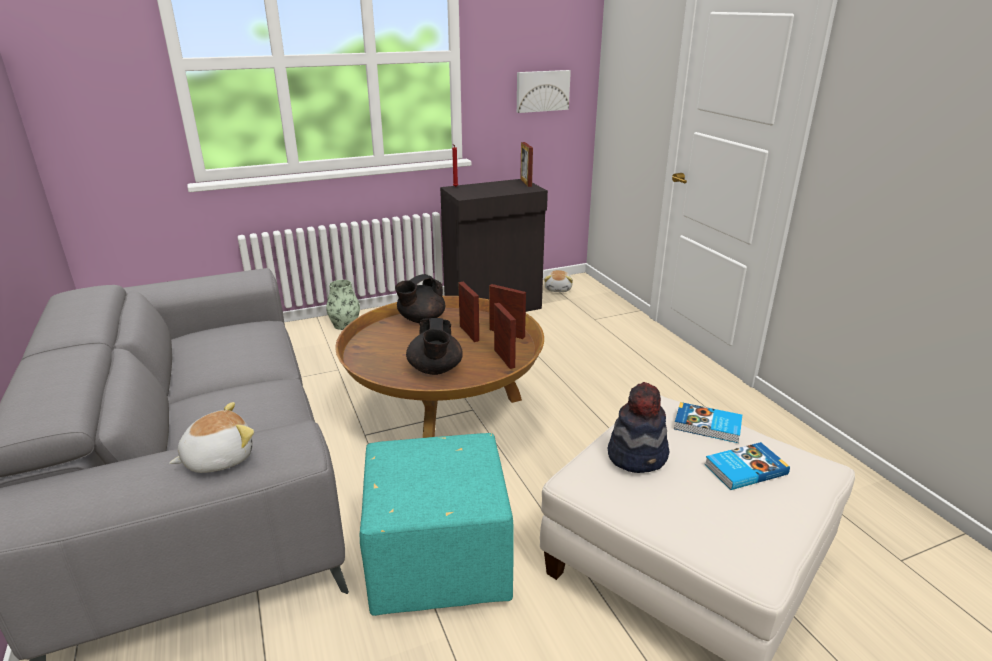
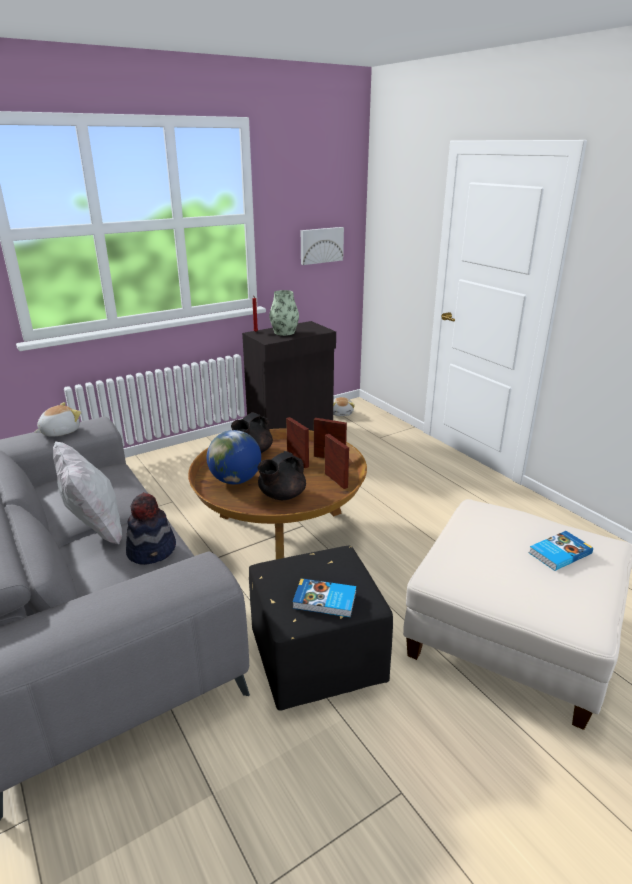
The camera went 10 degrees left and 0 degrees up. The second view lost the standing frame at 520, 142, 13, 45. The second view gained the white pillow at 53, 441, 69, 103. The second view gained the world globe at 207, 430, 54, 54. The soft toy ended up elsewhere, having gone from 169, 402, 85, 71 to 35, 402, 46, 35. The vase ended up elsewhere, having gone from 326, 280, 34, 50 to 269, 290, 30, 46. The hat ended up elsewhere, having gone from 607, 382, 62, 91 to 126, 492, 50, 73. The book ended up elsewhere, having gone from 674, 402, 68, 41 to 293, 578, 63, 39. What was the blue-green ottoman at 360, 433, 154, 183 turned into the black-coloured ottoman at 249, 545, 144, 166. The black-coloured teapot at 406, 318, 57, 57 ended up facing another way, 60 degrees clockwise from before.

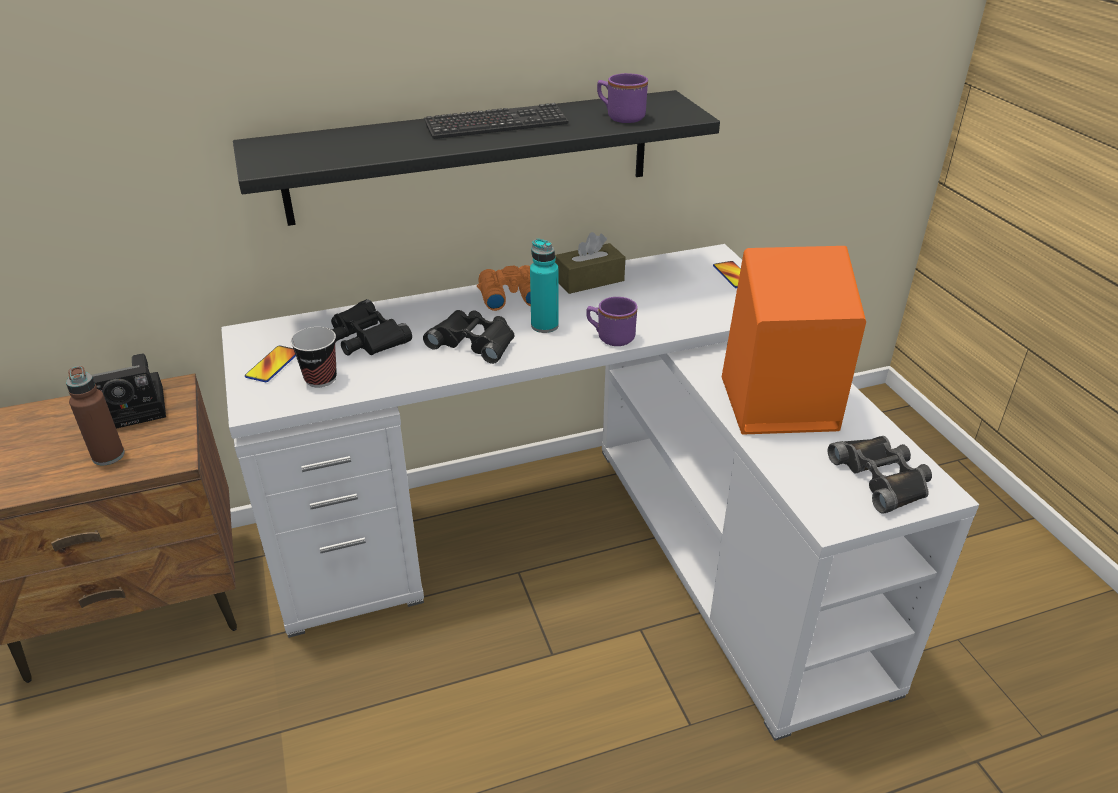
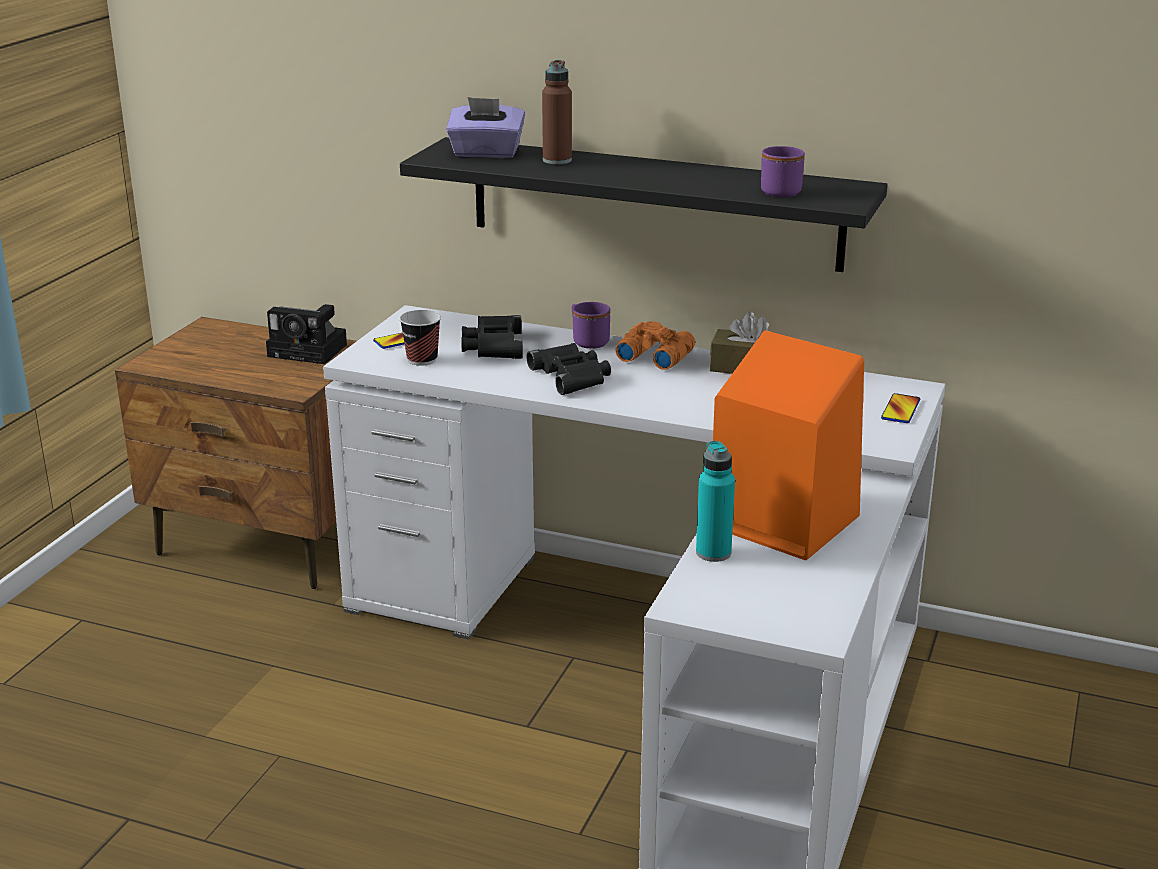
The camera went 40 degrees right and 10 degrees down. The second view lost the PC keyboard at 424, 103, 144, 36. The second view lost the black-coloured field glasses at 828, 436, 104, 78. The second view gained the purplish tissue box at 446, 97, 79, 61. The brown-coloured drink bottle ended up elsewhere, having gone from 66, 366, 59, 99 to 542, 60, 30, 104. The blue-green drink bottle ended up elsewhere, having gone from 530, 239, 28, 94 to 696, 441, 39, 121. The purplish coffee mug ended up elsewhere, having gone from 586, 297, 52, 49 to 572, 302, 38, 47.

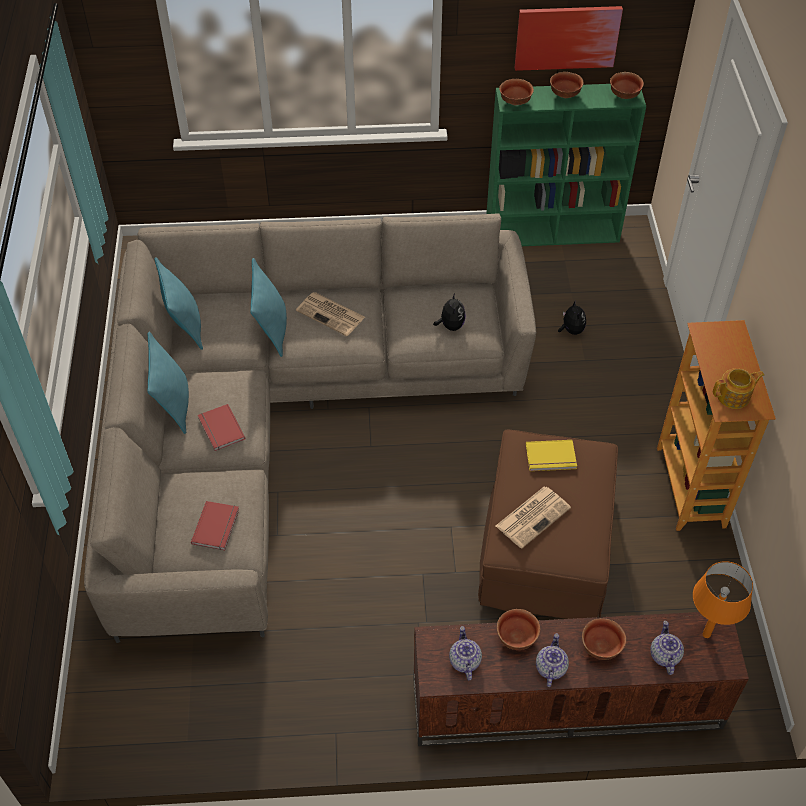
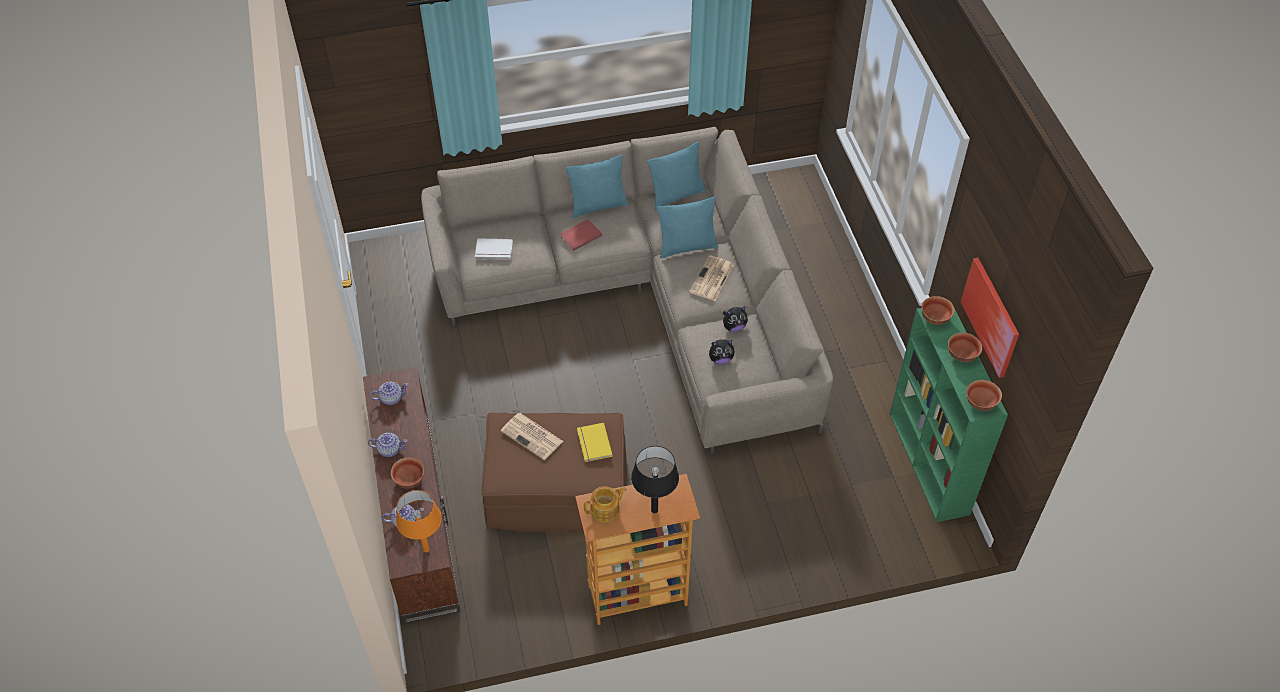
The camera went 80 degrees right and 0 degrees up. The second view lost the deep dish at 497, 609, 43, 41. The second view gained the black-coloured table lamp at 631, 446, 48, 67. The soft toy ended up elsewhere, having gone from 558, 300, 28, 35 to 723, 306, 25, 26. What was the red-coloured book at 191, 501, 48, 49 turned into the white book at 475, 238, 38, 22. The teapot at 713, 368, 51, 41 ended up facing another way, 90 degrees counterclockwise from before.

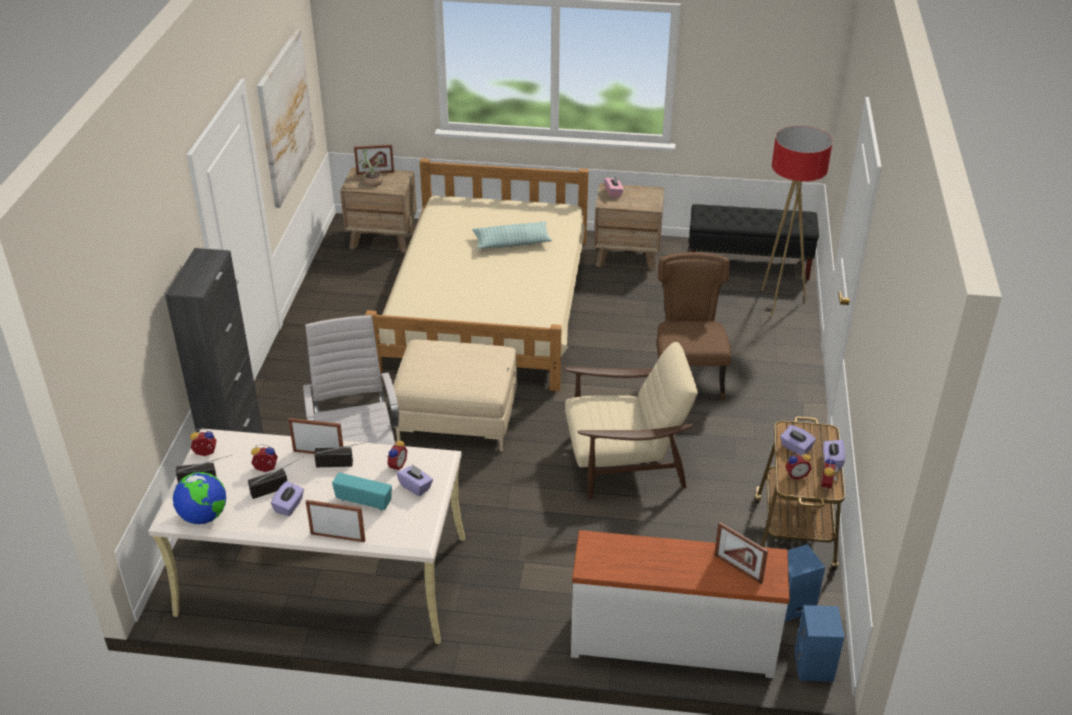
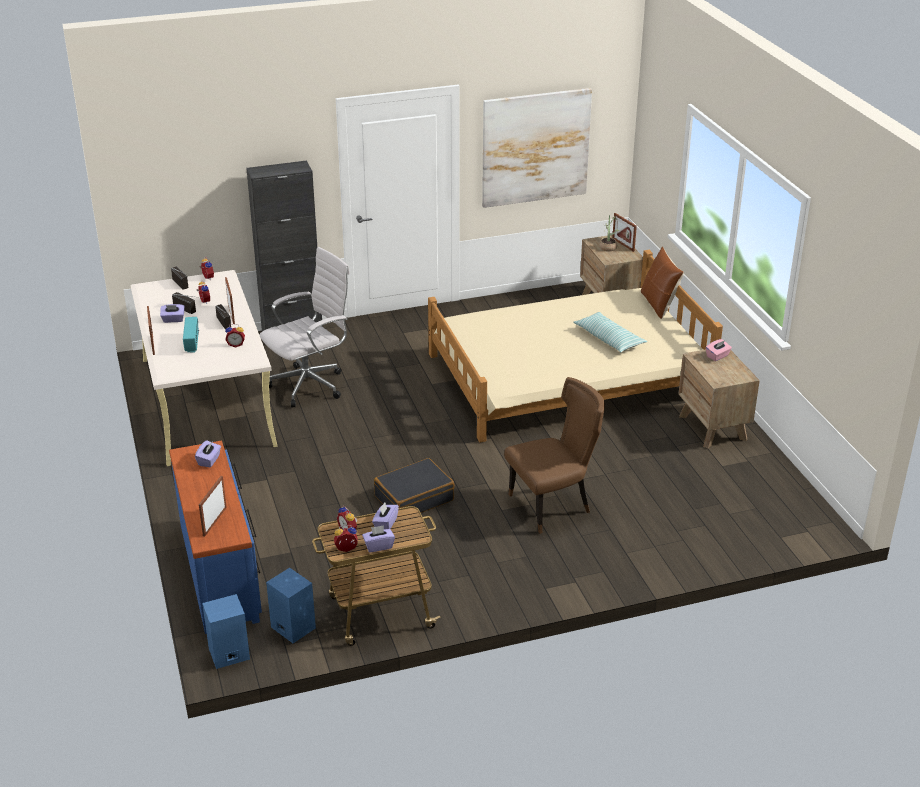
The camera went 65 degrees right and 5 degrees down. The second view lost the world globe at 173, 472, 53, 52. The second view lost the sand-coloured ottoman at 393, 340, 124, 111. The second view lost the black-coloured long seat at 688, 204, 131, 76. The second view lost the standard lamp at 762, 126, 71, 190. The second view gained the brown-coloured pillow at 641, 246, 43, 73. The purplish tissue box ended up elsewhere, having gone from 397, 464, 36, 32 to 195, 440, 26, 27. Where the sand-coloured lounge chair stood at 564, 342, 134, 157, the black-coloured suitcase came to stand at 374, 458, 81, 55. What was the white chest of drawers at 571, 530, 219, 148 turned into the bluish chest of drawers at 169, 441, 93, 193.

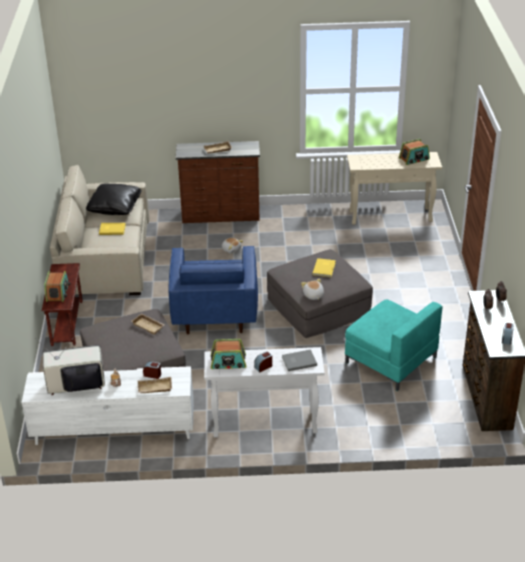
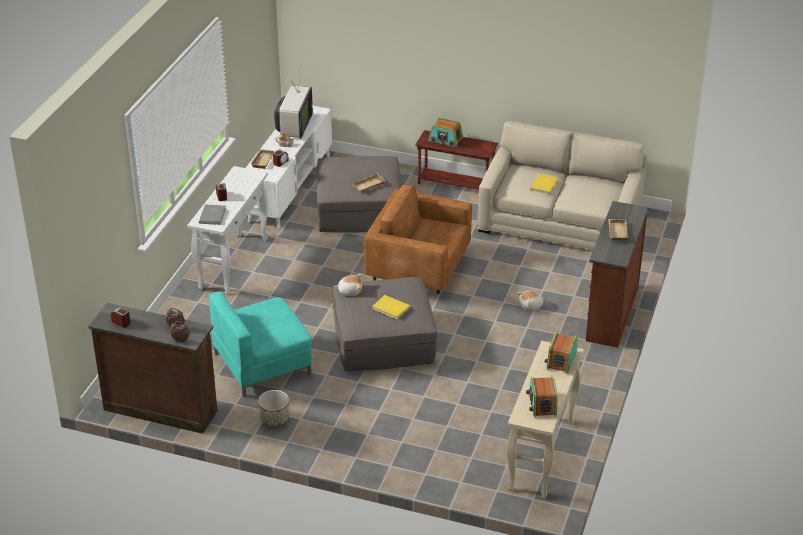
The camera went 110 degrees right and 0 degrees up. The second view lost the black-coloured pillow at 86, 183, 56, 32. The second view gained the plant pot at 258, 390, 31, 37. The radio set ended up elsewhere, having gone from 211, 339, 35, 30 to 545, 331, 32, 43. What was the bluish lounge chair at 169, 246, 89, 89 turned into the brown-coloured lounge chair at 364, 185, 108, 109.

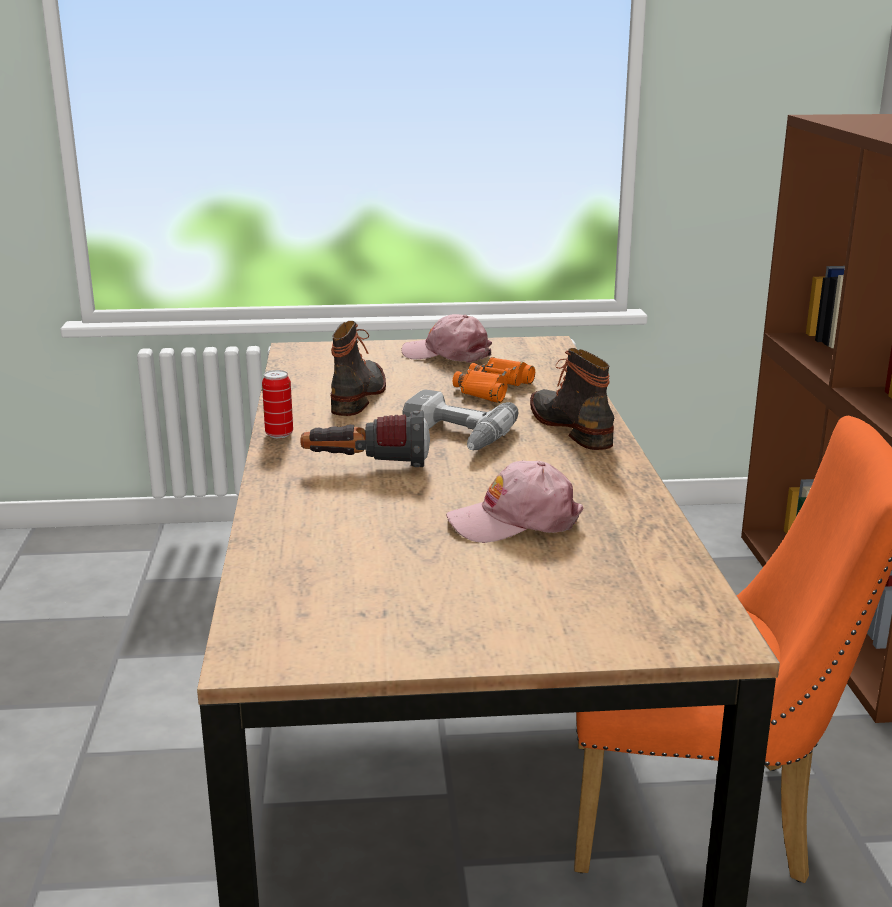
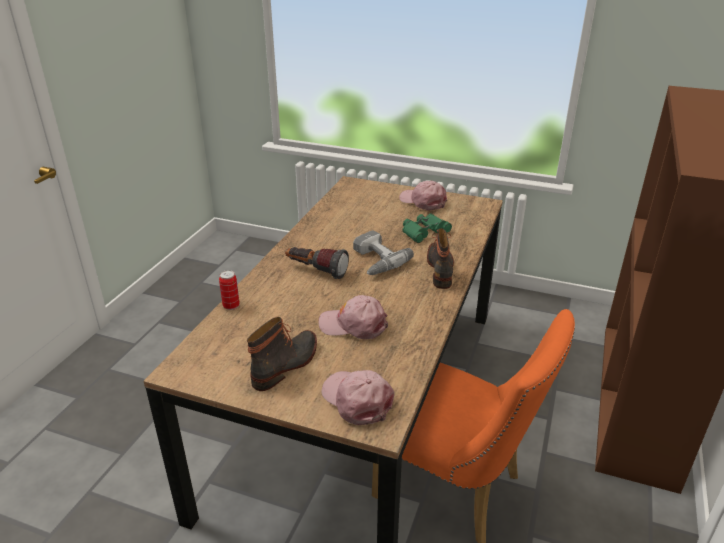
The camera went 25 degrees right and 10 degrees up. The second view gained the pink peaked cap at 322, 370, 72, 55. The metal can ended up elsewhere, having gone from 262, 370, 31, 68 to 219, 270, 21, 40. The boot ended up elsewhere, having gone from 330, 321, 56, 95 to 247, 317, 70, 74. What was the orange-coloured field glasses at 453, 357, 82, 46 turned into the greenish field glasses at 402, 213, 50, 30.

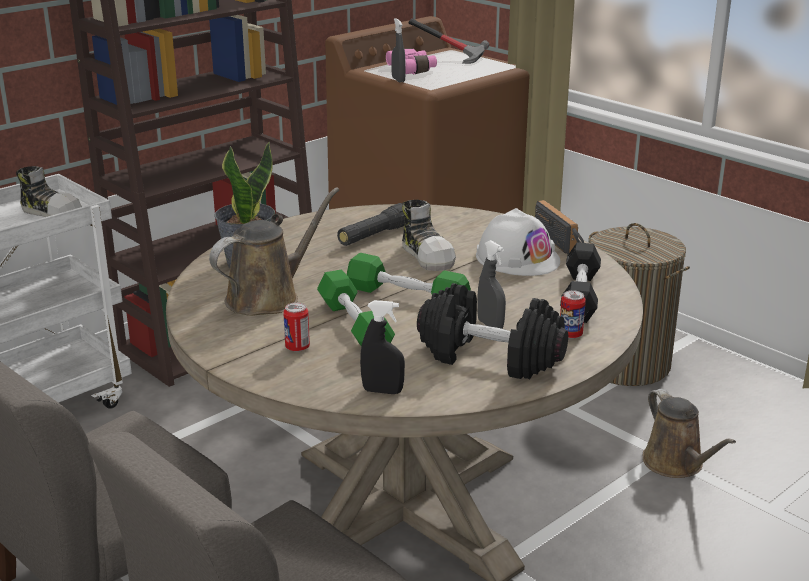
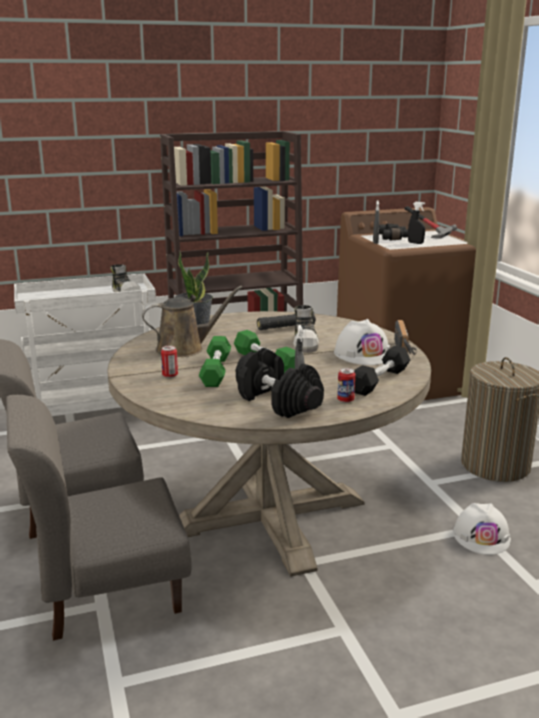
The camera went 25 degrees right and 5 degrees down. The black-coloured hand sprayer ended up elsewhere, having gone from 360, 300, 45, 94 to 408, 202, 17, 42. Where the brown-coloured watering pot stood at 643, 389, 93, 89, the white hard hat came to stand at 453, 503, 58, 52. What was the pink field glasses at 386, 48, 51, 26 turned into the black-coloured field glasses at 379, 224, 29, 17.

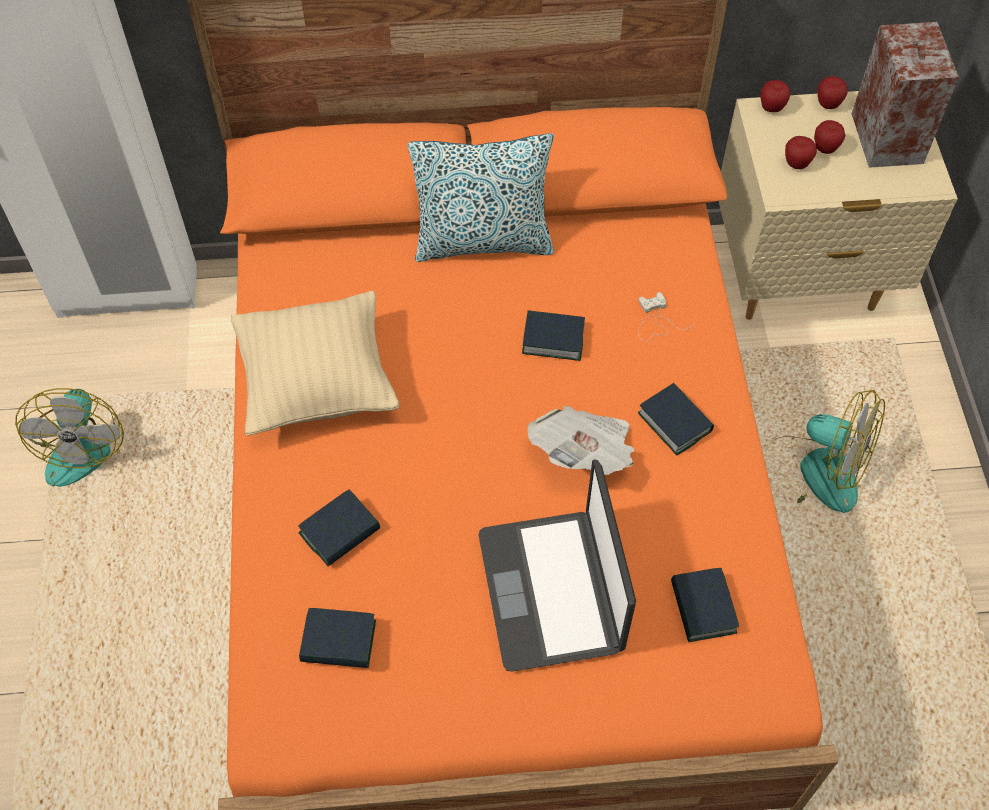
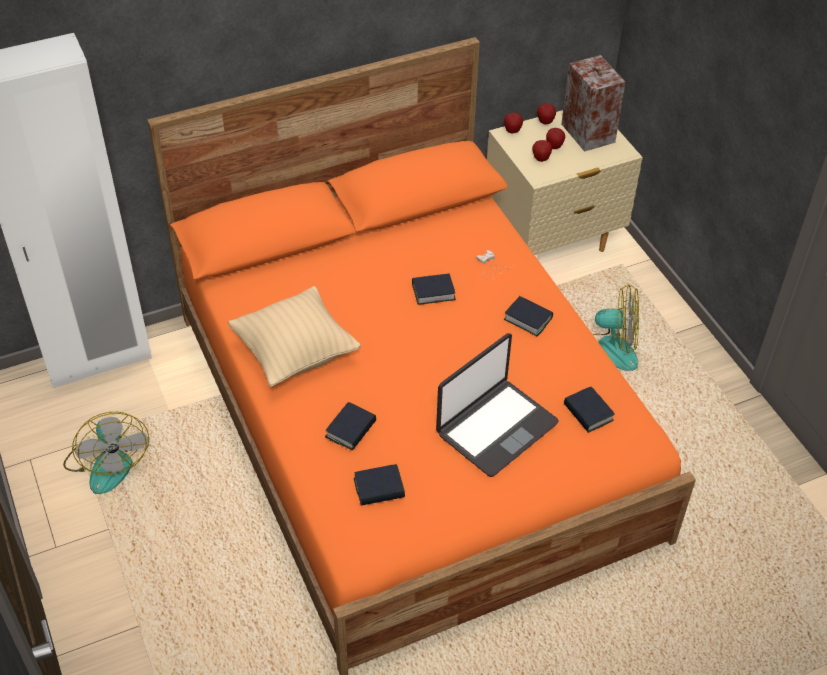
The camera went 20 degrees left and 10 degrees down. The second view lost the pillow at 408, 133, 146, 129. The second view lost the daily paper at 527, 405, 107, 70. The notebook computer at 479, 459, 157, 213 ended up facing another way, 105 degrees counterclockwise from before.

